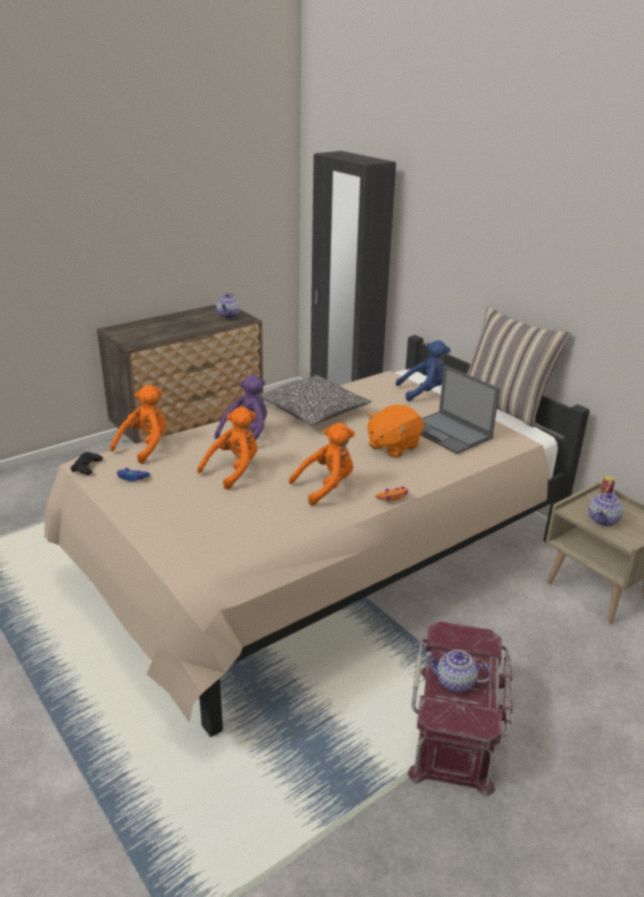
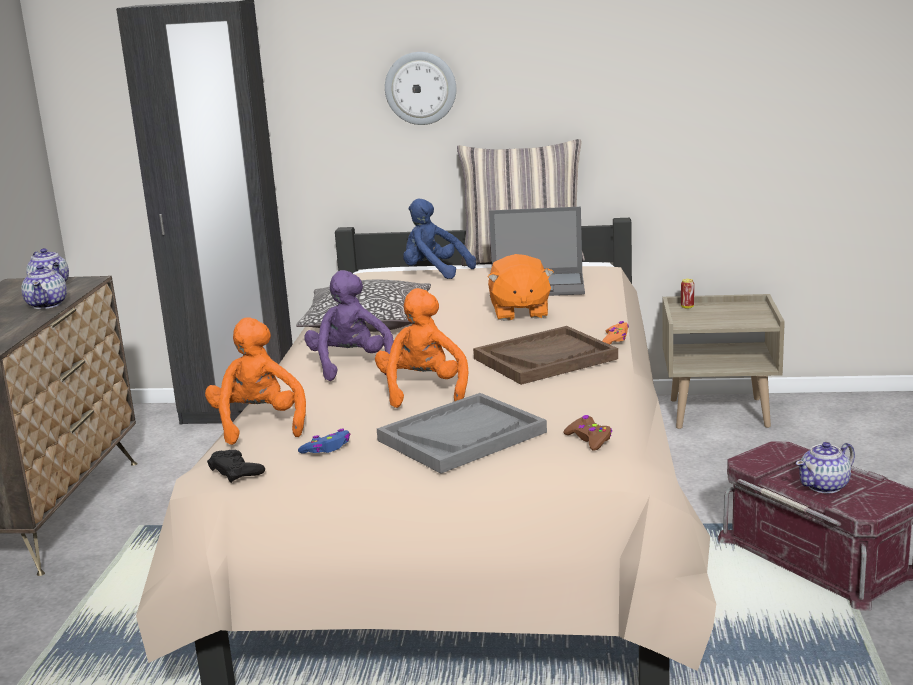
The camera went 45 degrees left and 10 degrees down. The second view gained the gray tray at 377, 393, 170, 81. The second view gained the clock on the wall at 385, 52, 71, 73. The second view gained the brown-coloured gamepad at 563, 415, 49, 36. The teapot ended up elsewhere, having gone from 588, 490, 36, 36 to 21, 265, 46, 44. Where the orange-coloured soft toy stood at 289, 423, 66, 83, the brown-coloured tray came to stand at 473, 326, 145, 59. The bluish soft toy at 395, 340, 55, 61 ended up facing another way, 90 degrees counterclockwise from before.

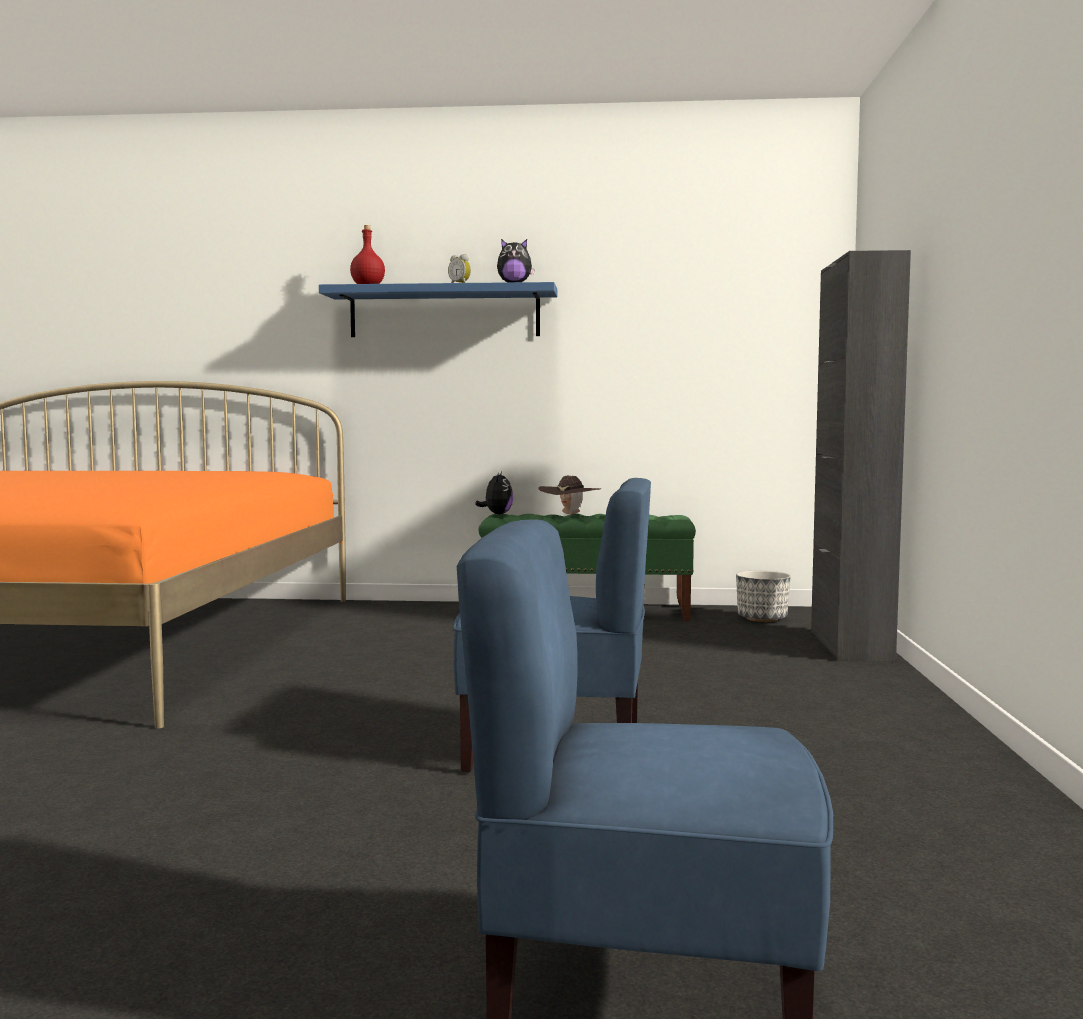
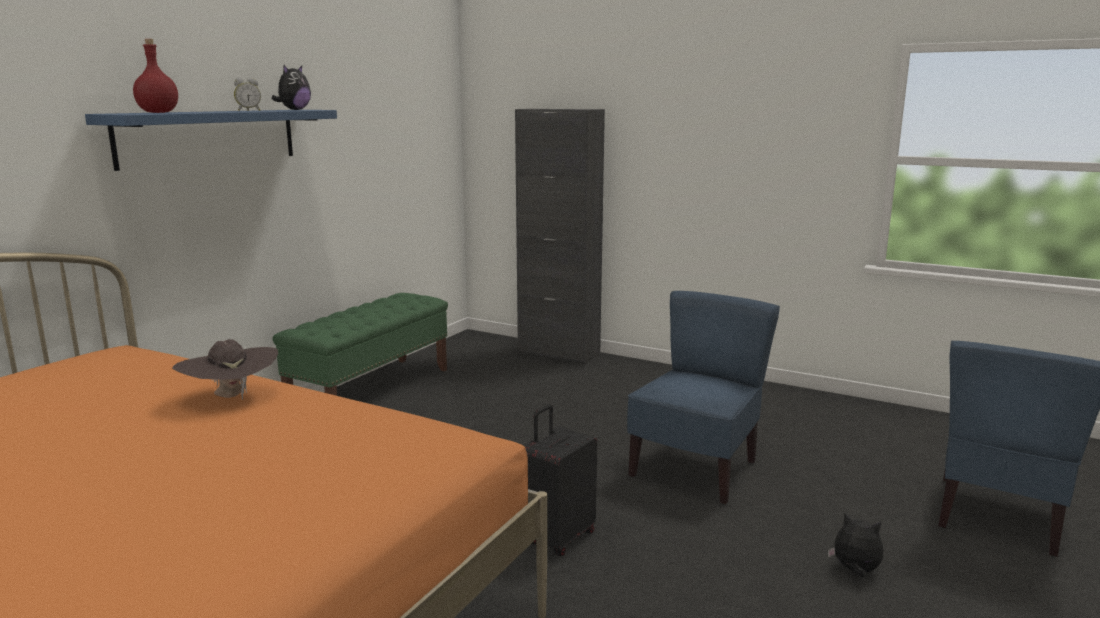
The camera went 65 degrees left and 10 degrees up. The second view lost the plant pot at 736, 571, 55, 51. The second view gained the black-coloured suitcase at 523, 404, 74, 152. The soft toy ended up elsewhere, having gone from 475, 472, 38, 42 to 828, 513, 55, 64. The brown-coloured hat ended up elsewhere, having gone from 538, 476, 63, 40 to 172, 339, 106, 61.

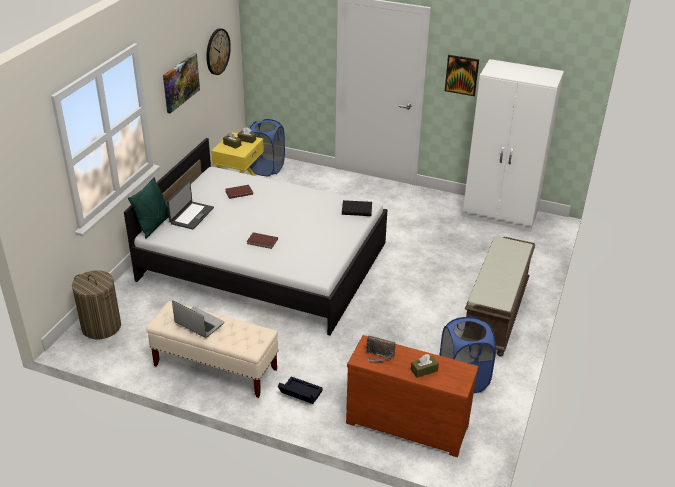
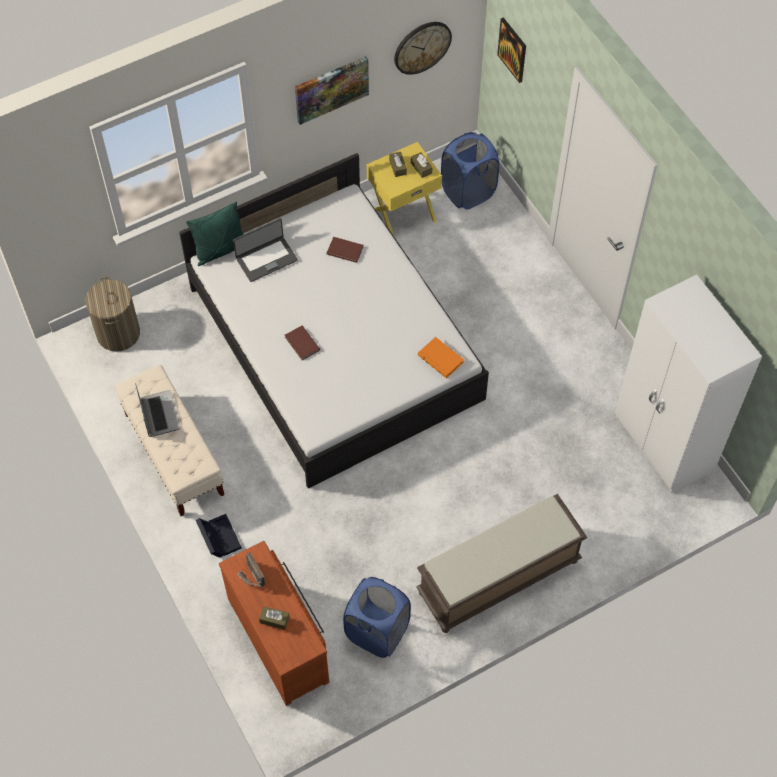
The camera went 40 degrees right and 25 degrees up. The wall picture ended up elsewhere, having gone from 445, 55, 34, 41 to 497, 17, 29, 66. What was the black-coloured book at 342, 200, 30, 16 turned into the orange-coloured book at 418, 337, 46, 41.

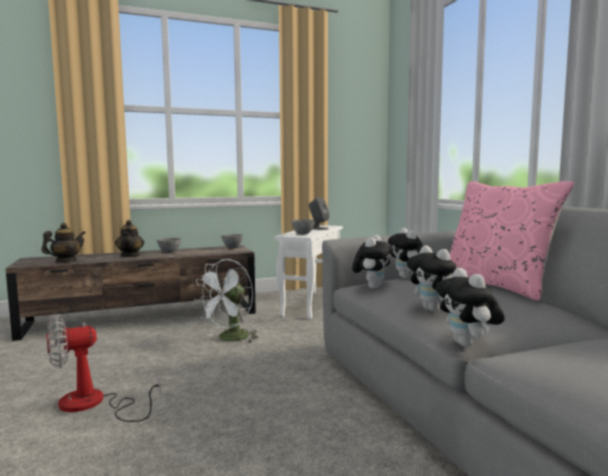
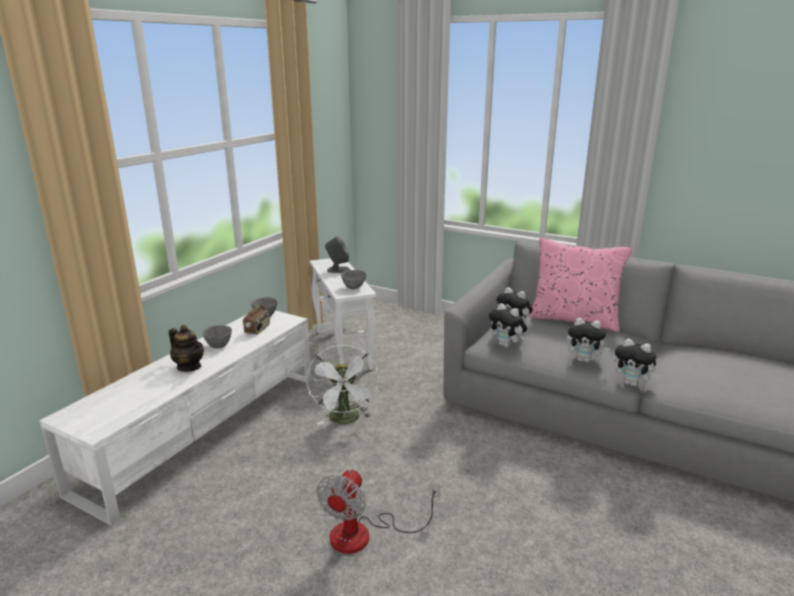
The camera went 40 degrees left and 15 degrees up. The second view lost the teapot at 41, 223, 44, 39. The second view gained the radio set at 243, 299, 27, 36. What was the brown-coloured tv stand at 5, 245, 251, 96 turned into the white tv stand at 39, 311, 272, 215. The soft toy at 352, 235, 41, 54 ended up facing another way, 150 degrees clockwise from before.

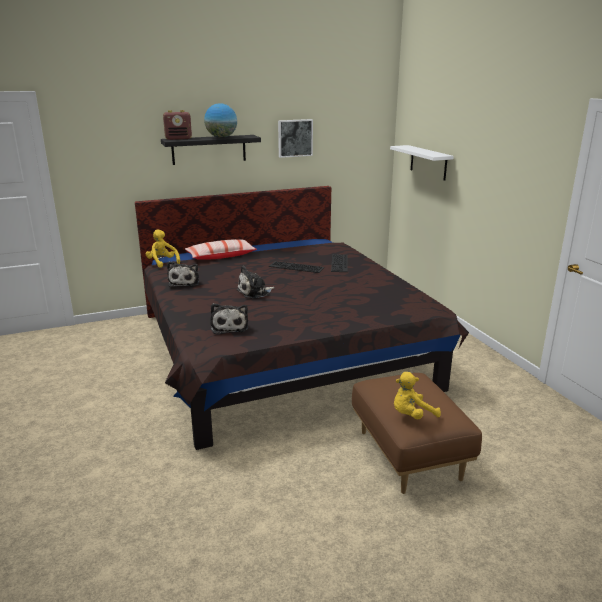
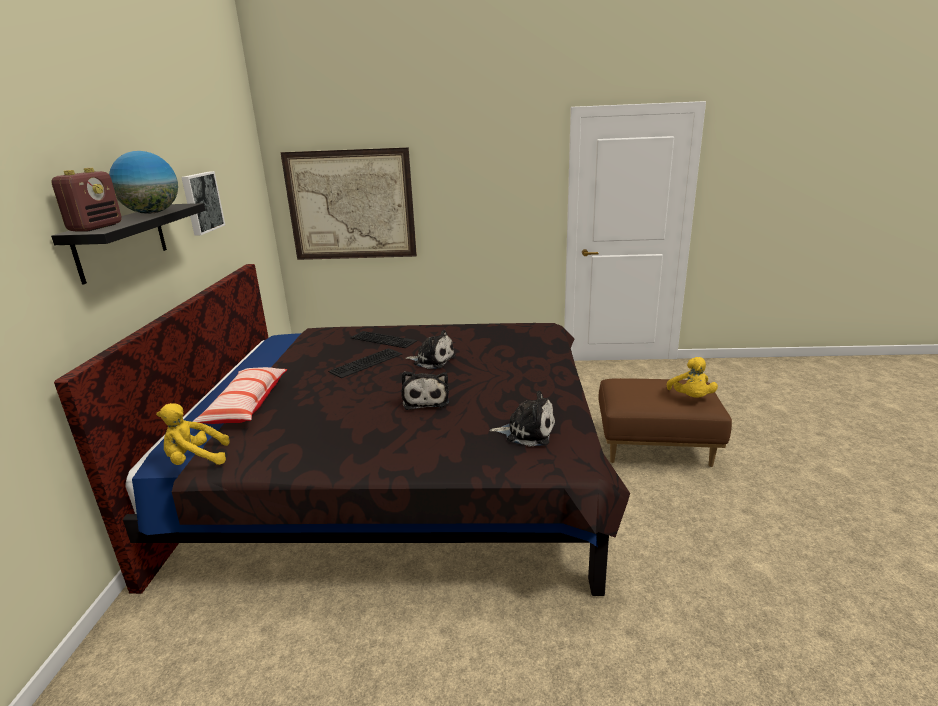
The camera went 65 degrees left and 0 degrees up. The soft toy ended up elsewhere, having gone from 167, 261, 32, 26 to 405, 330, 51, 39. Where the white wall shelf hung at 390, 145, 64, 36, the wall picture came to hang at 280, 147, 137, 113.

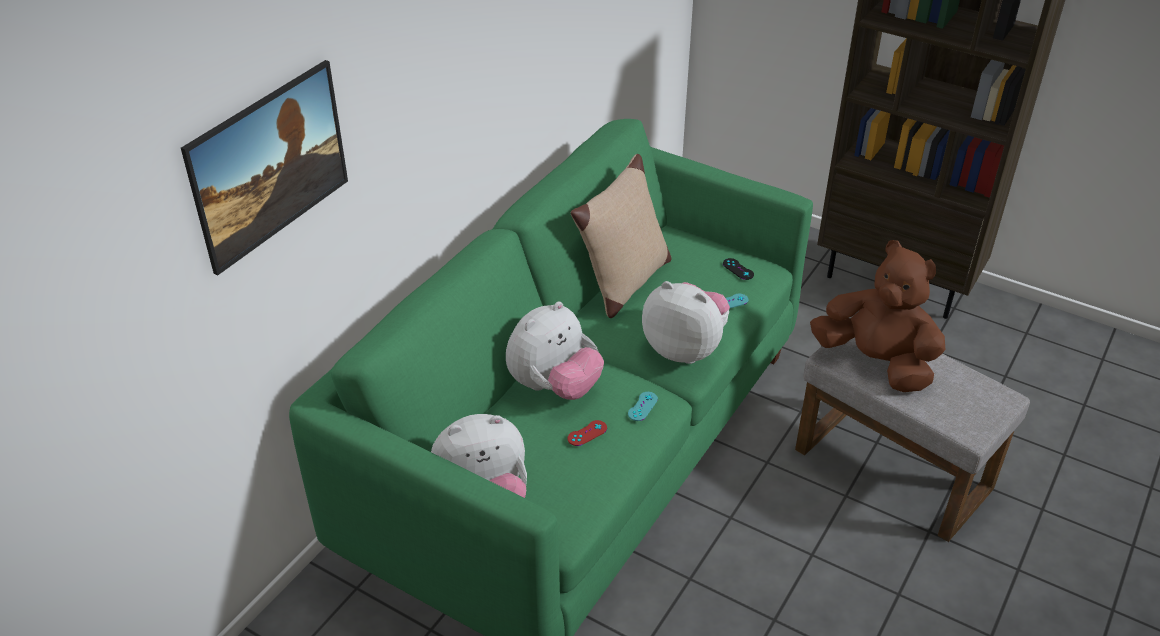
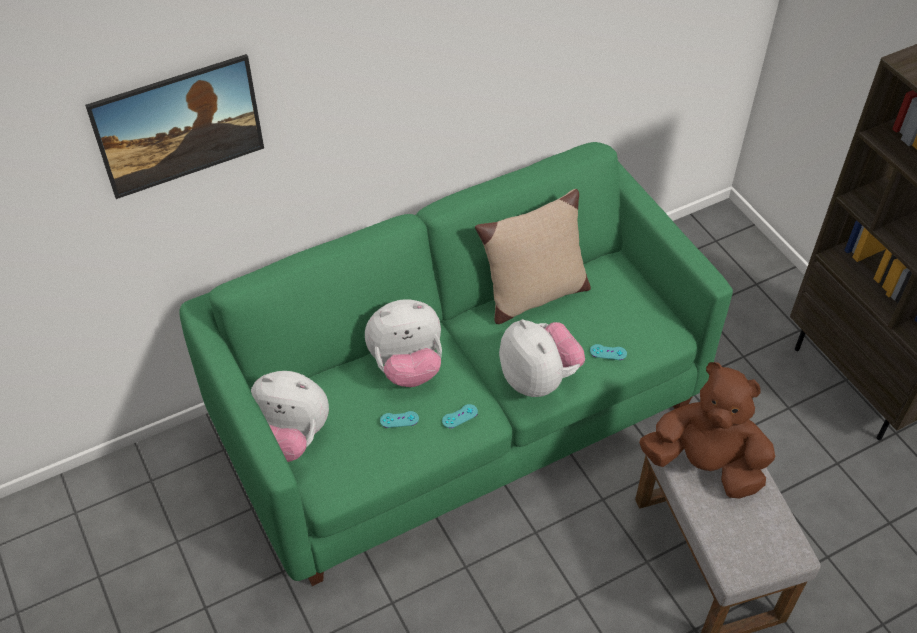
The camera went 30 degrees right and 10 degrees up. The second view lost the black-coloured gamepad at 723, 258, 31, 22. What was the red-coloured gamepad at 568, 420, 39, 26 turned into the blue-green gamepad at 380, 411, 39, 17. The brown-coloured soft toy at 810, 240, 135, 152 ended up facing another way, 45 degrees counterclockwise from before.

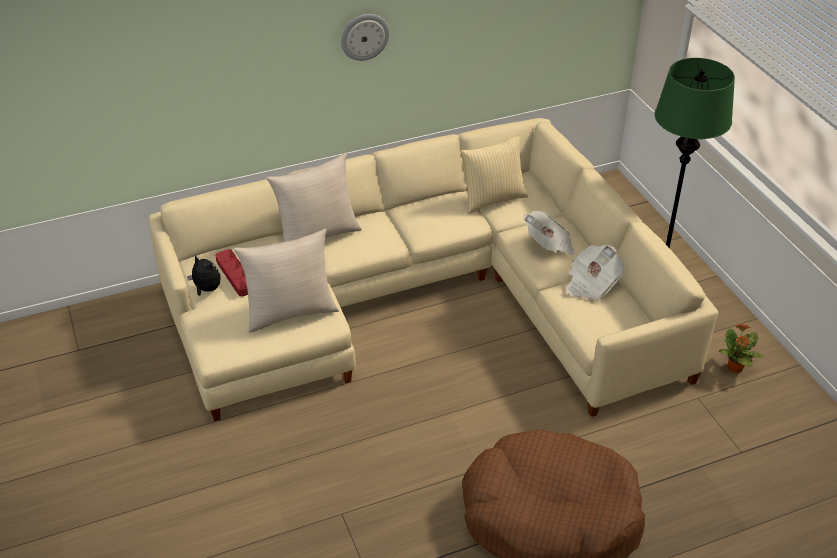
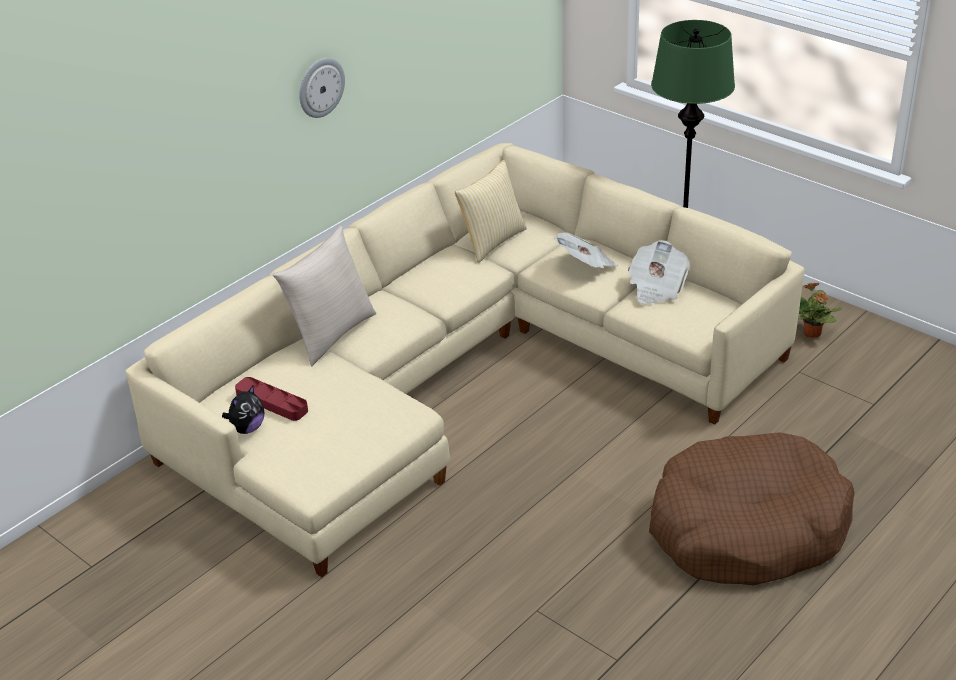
The camera went 25 degrees left and 5 degrees down. The second view lost the sand-coloured pillow at 233, 228, 106, 105. The soft toy at 187, 255, 34, 41 ended up facing another way, 120 degrees clockwise from before.

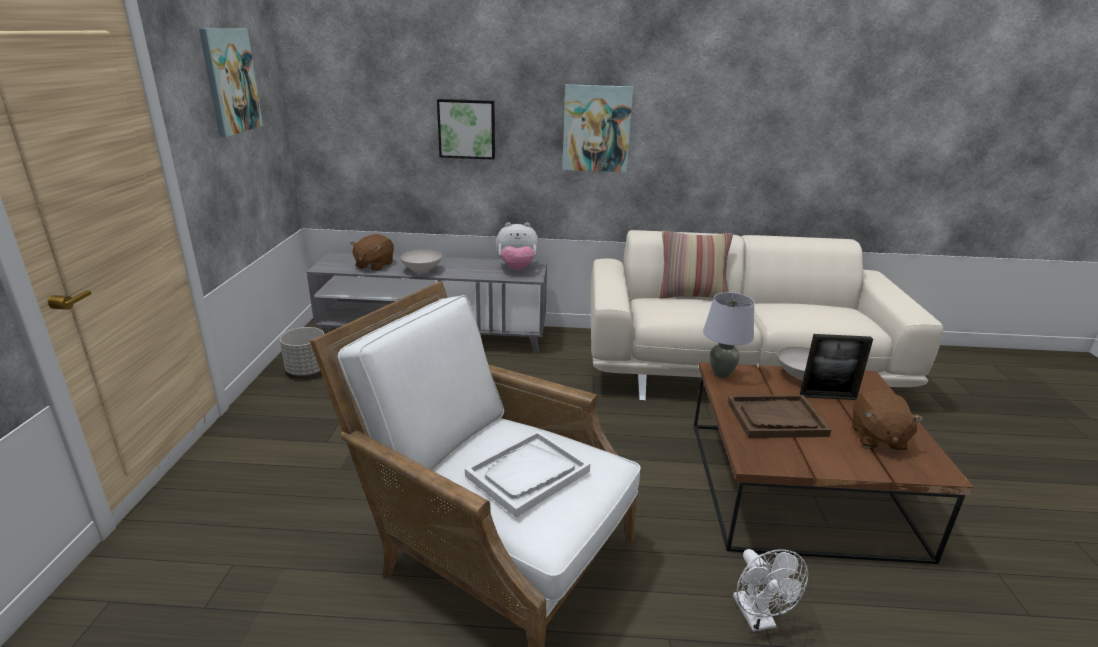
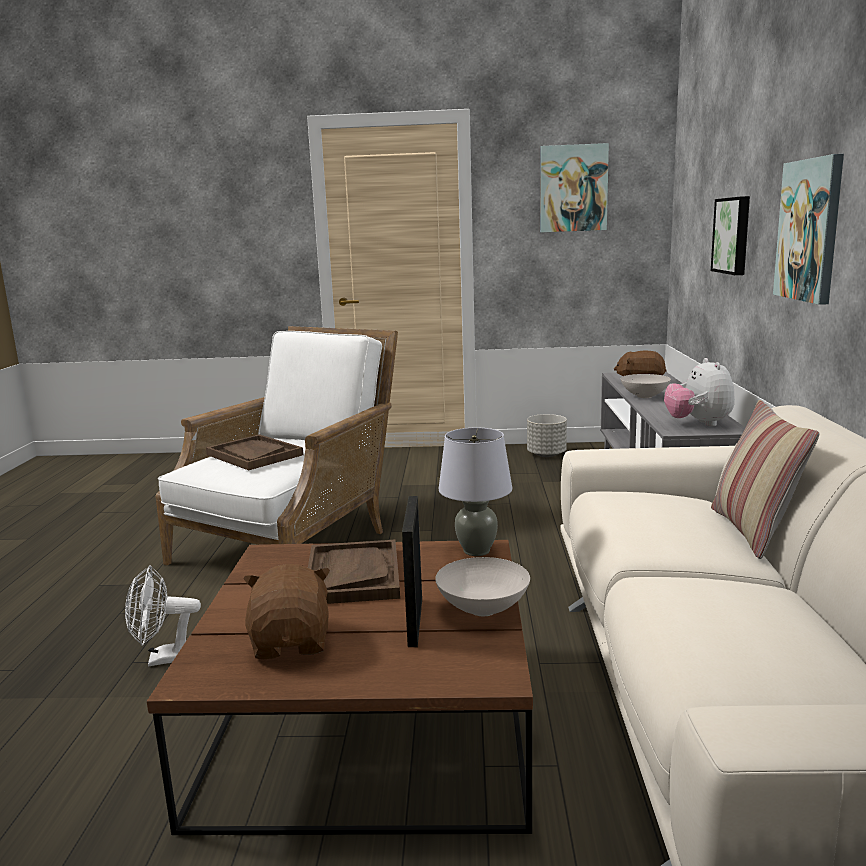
The camera went 90 degrees right and 10 degrees down. What was the white tray at 465, 430, 125, 87 turned into the brown-coloured tray at 206, 434, 97, 36. The brown-coloured soft toy at 852, 390, 71, 61 ended up facing another way, 75 degrees clockwise from before.

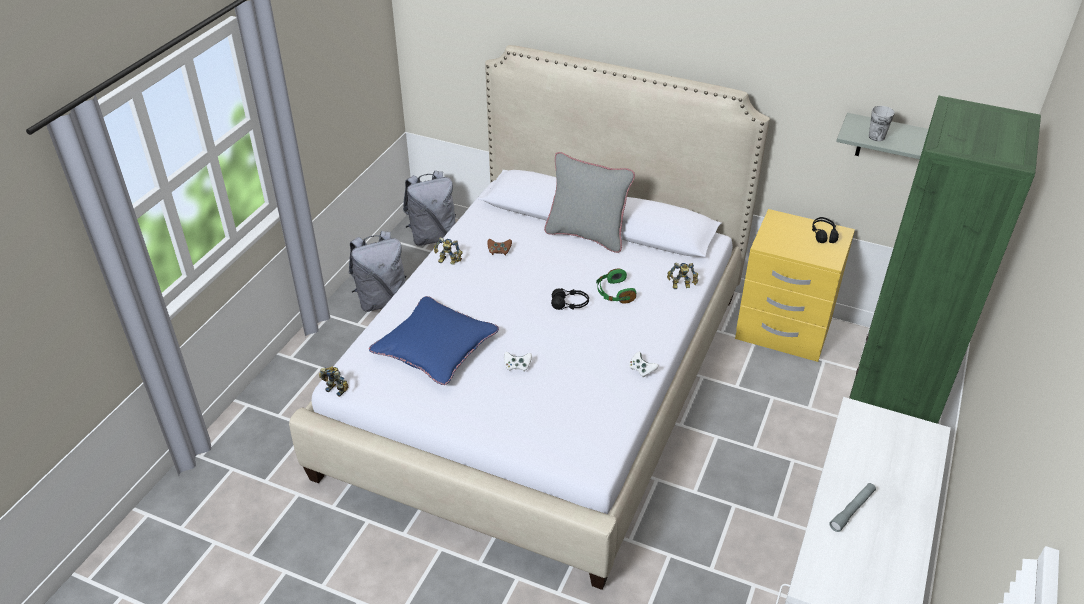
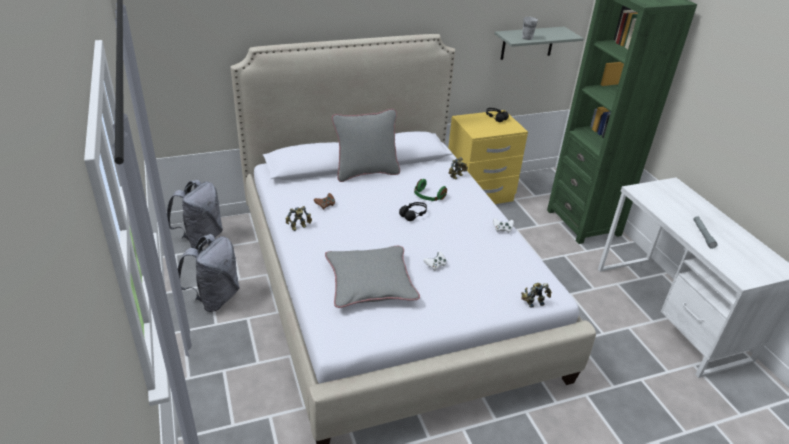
The camera went 45 degrees left and 5 degrees down. The model robot ended up elsewhere, having gone from 319, 366, 29, 31 to 521, 283, 31, 25. What was the bluish pillow at 369, 296, 130, 89 turned into the gray pillow at 325, 246, 95, 62.

